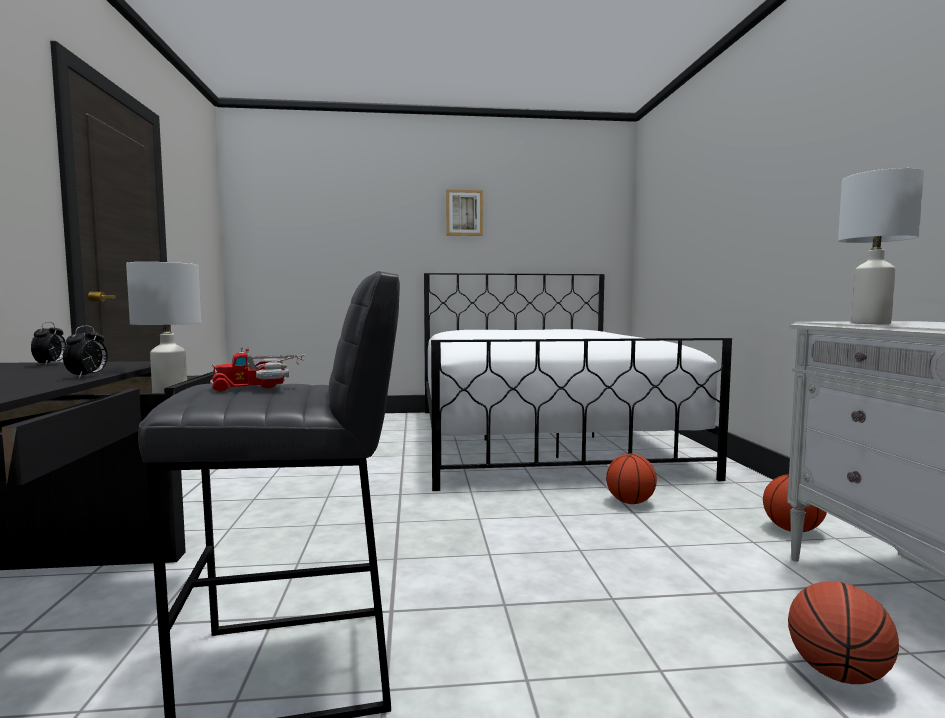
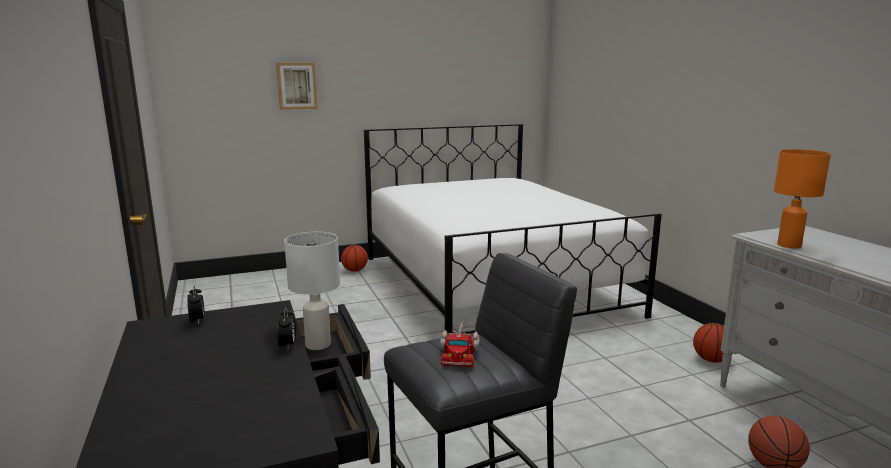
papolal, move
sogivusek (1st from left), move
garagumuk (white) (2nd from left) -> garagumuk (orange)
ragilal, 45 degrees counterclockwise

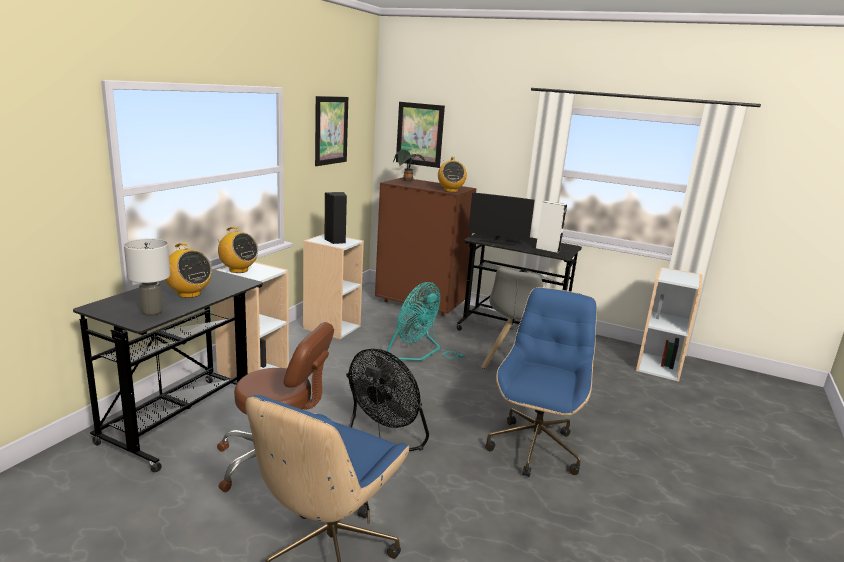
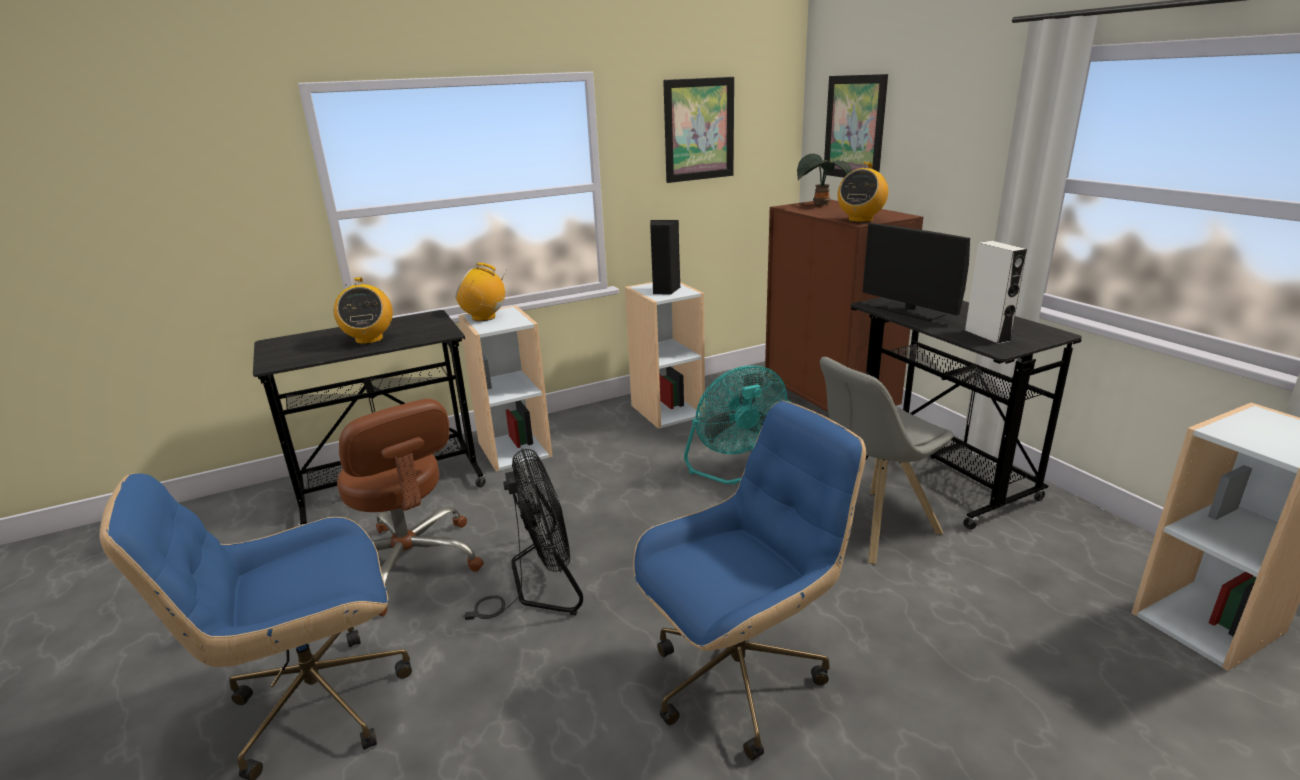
garagumuk (white) -> none
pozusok (2nd from left), 120 degrees clockwise

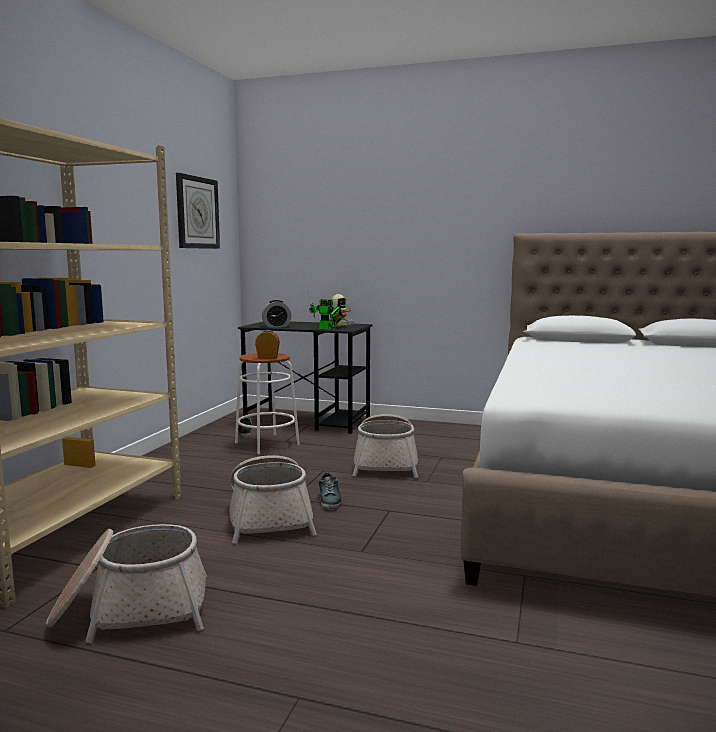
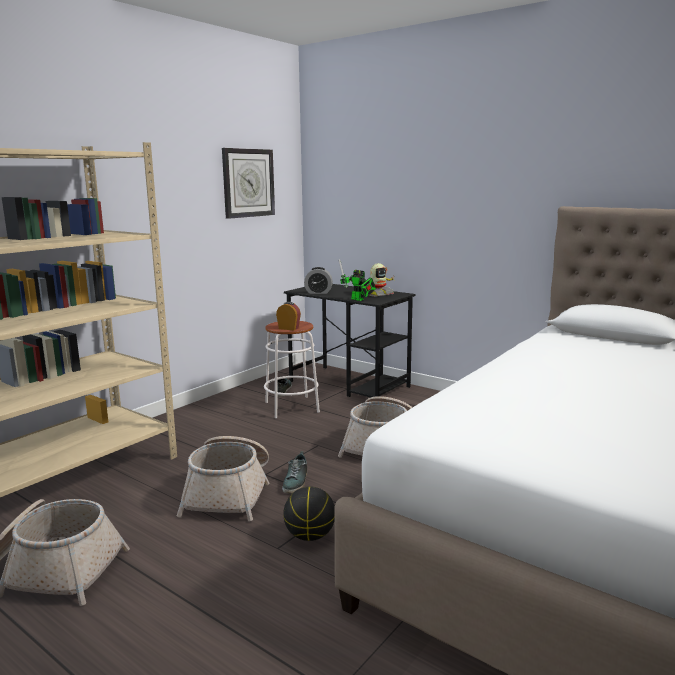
none -> sogivusek

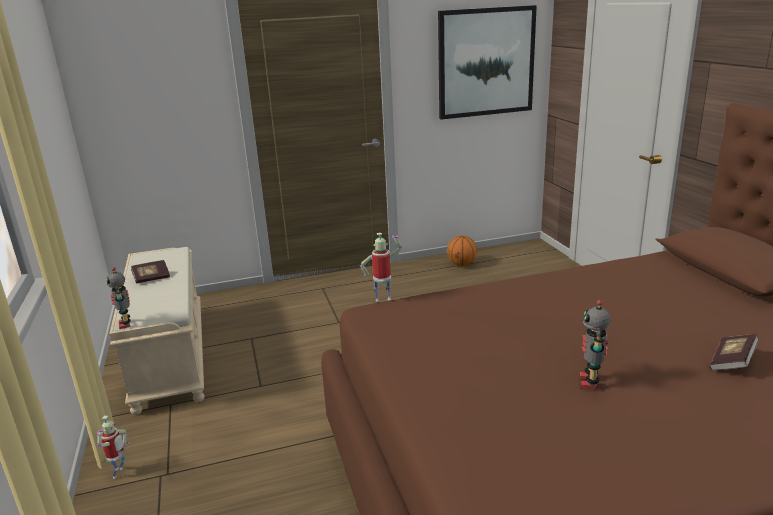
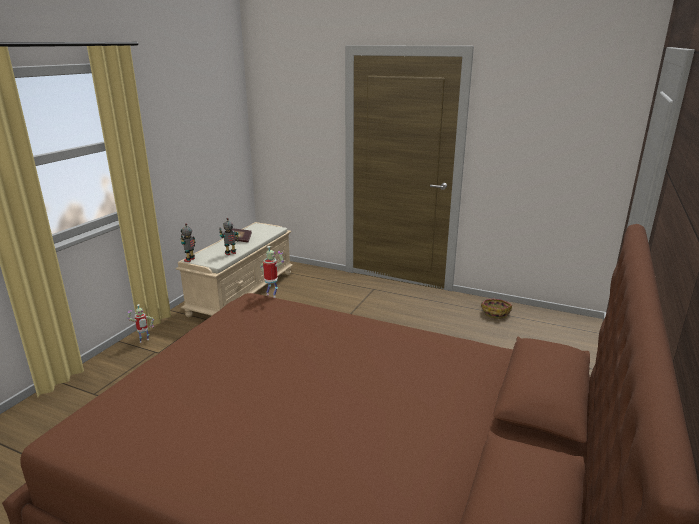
papolal -> none
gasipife (2nd from left) -> none
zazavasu (4th from left in the first image) -> zazavasu (3rd from left), move
sogivusek -> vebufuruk

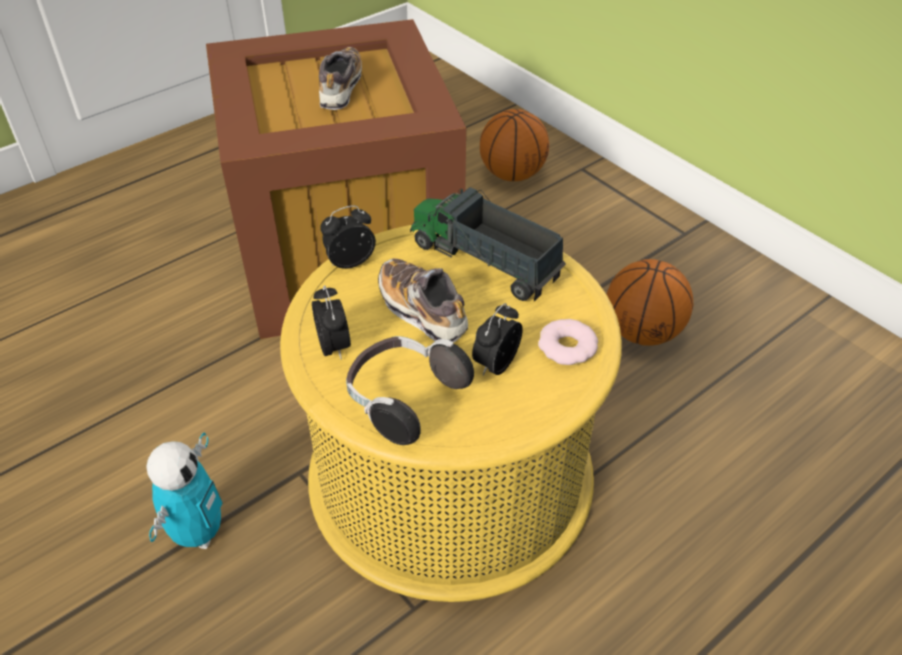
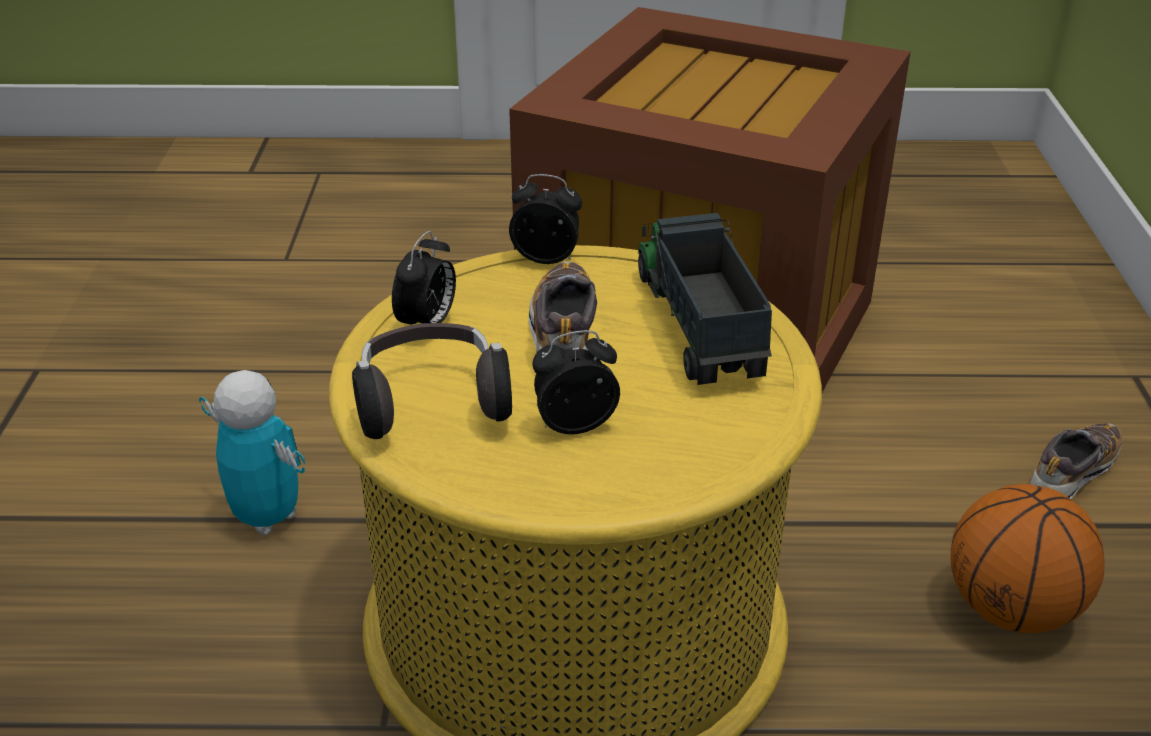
sogivusek (1st from left) -> none
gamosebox -> none
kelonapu (1st from left in the first image) -> kelonapu (2nd from left), move
zazavasu, 105 degrees counterclockwise

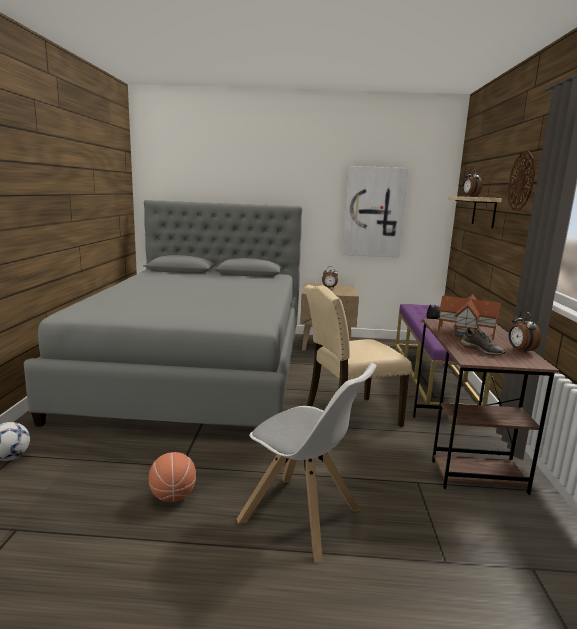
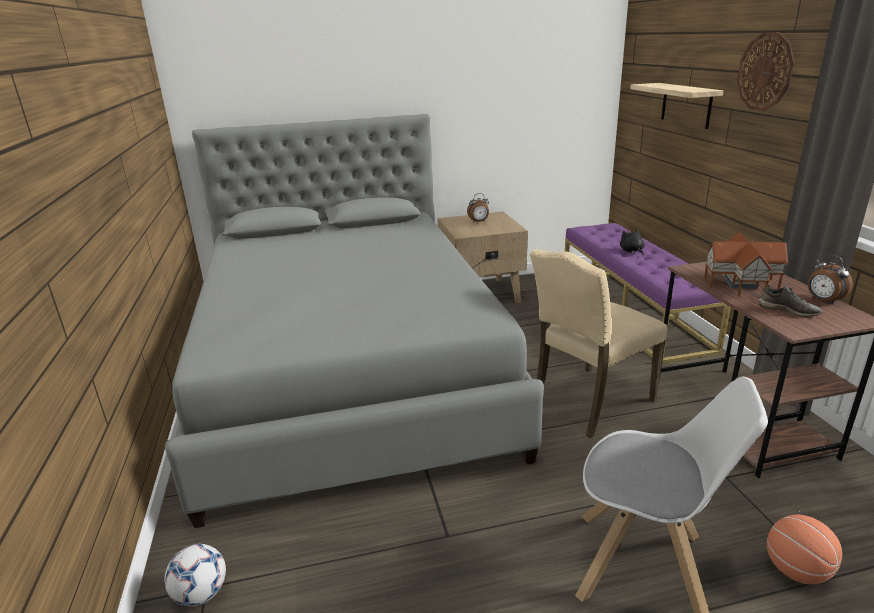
papolal -> none
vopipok (2nd from left) -> none
sogivusek, move

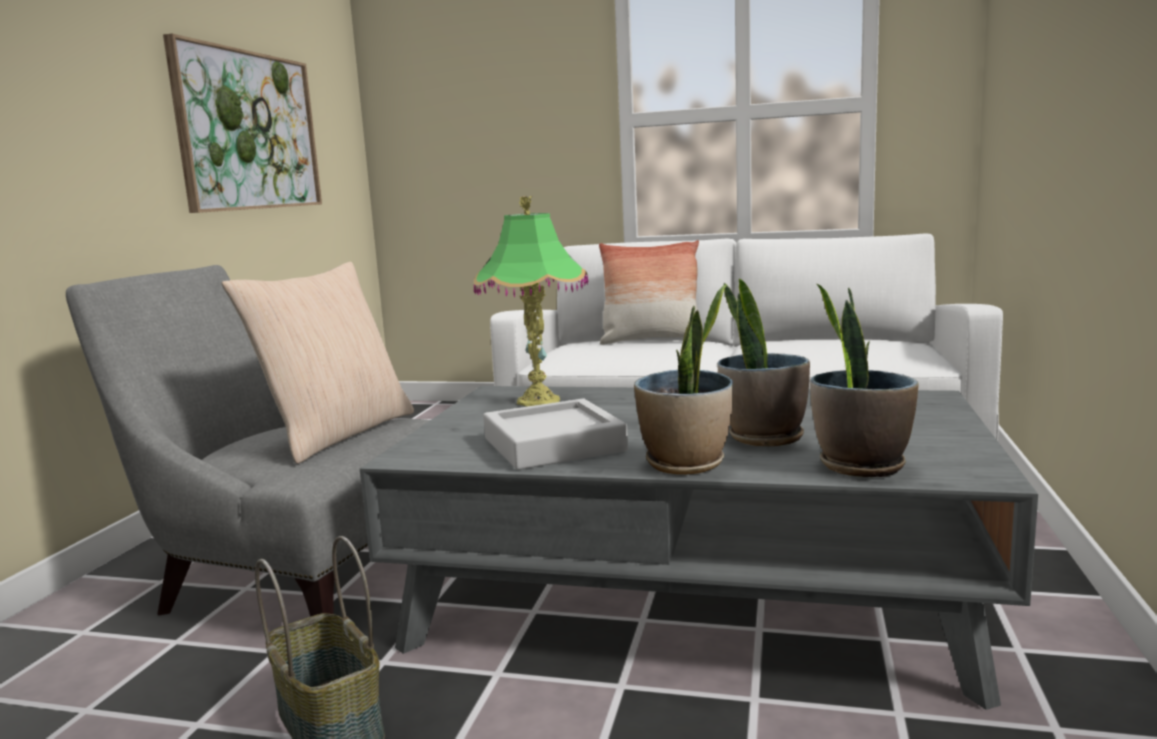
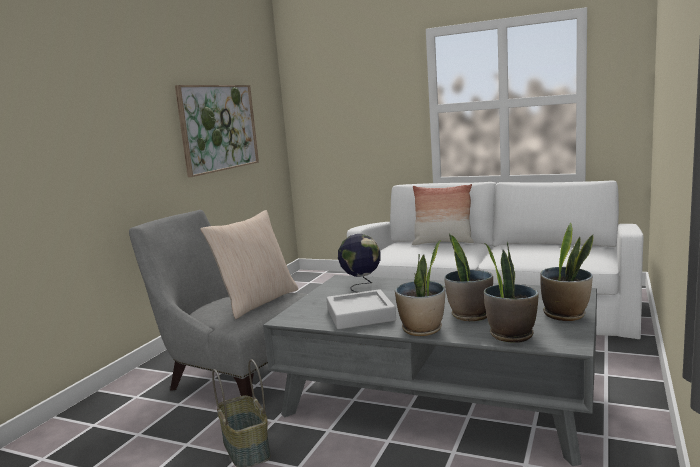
none -> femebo (4th from left)
garagumuk -> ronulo

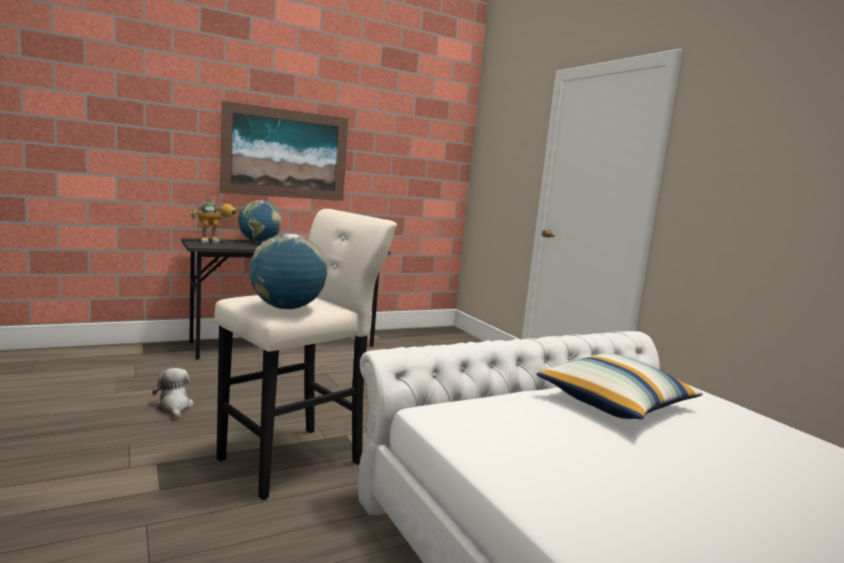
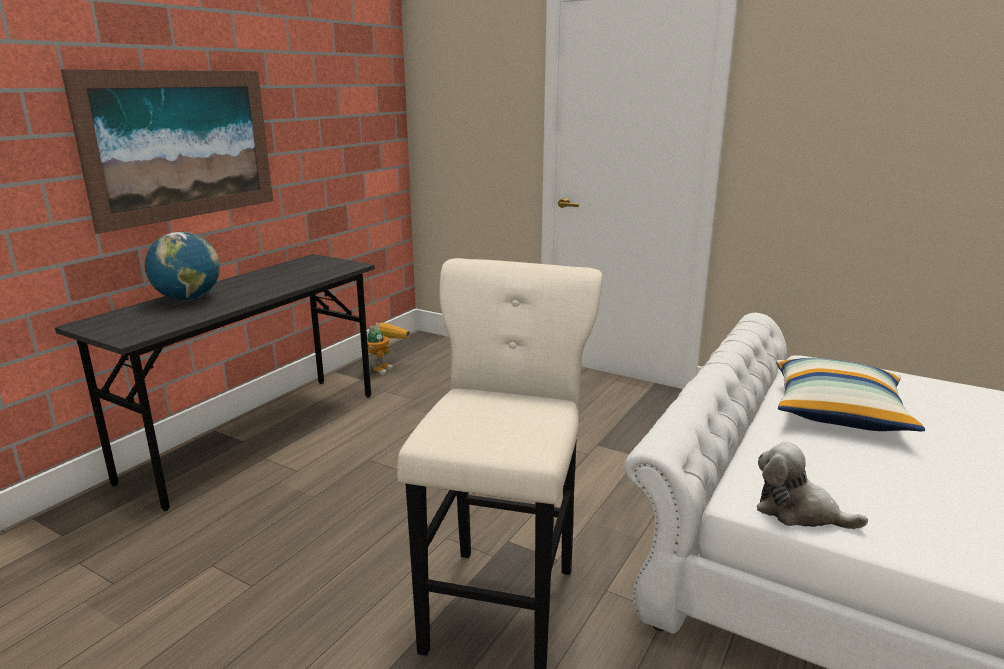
ronulo (2nd from left) -> none
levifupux, move
zazavasu, move

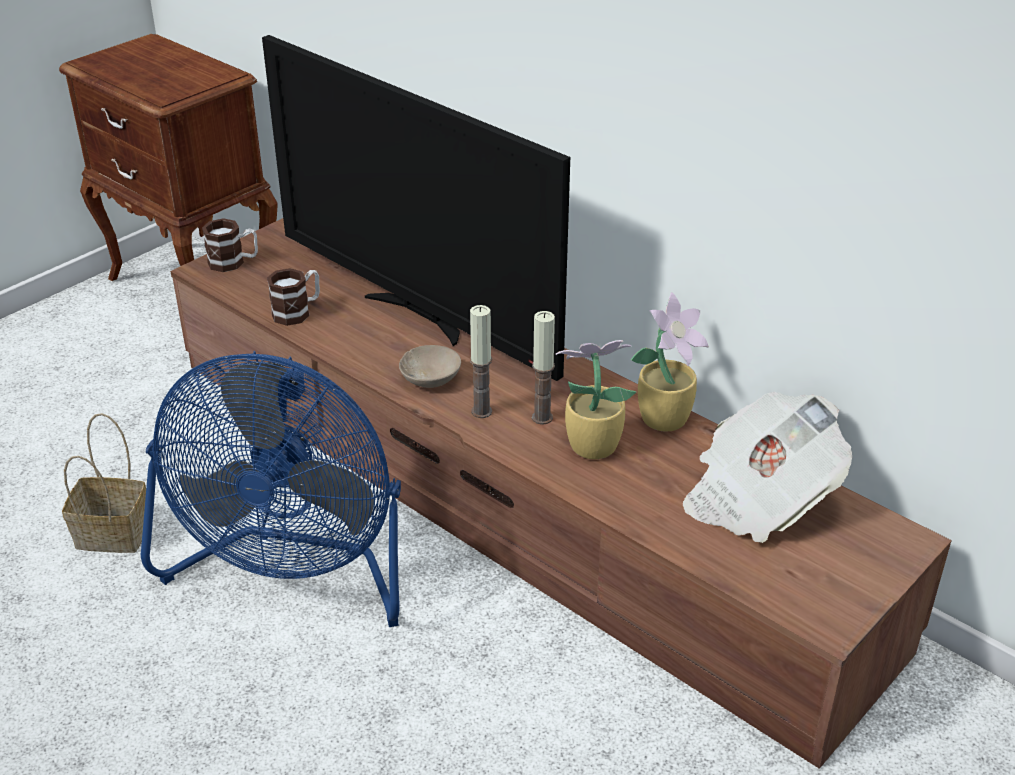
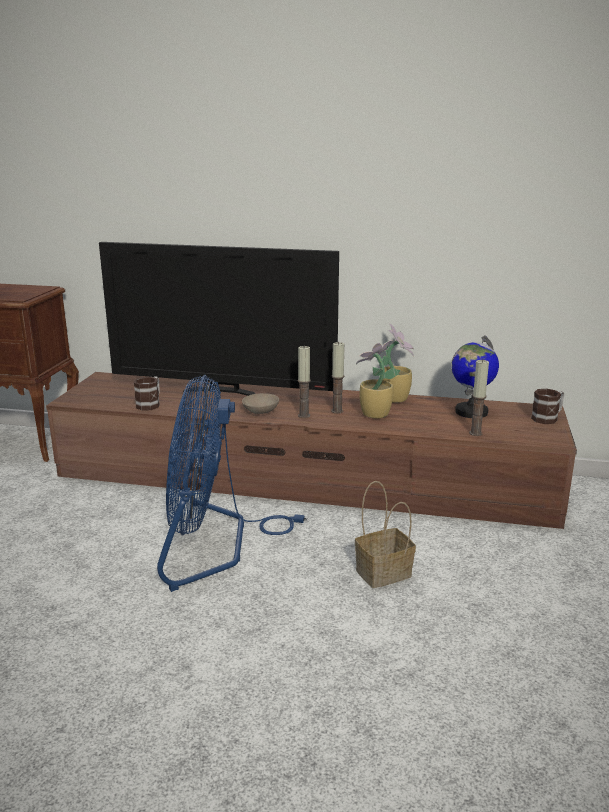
none -> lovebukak (3rd from left)
vebufuruk, move
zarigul (1st from left in the first image) -> zarigul (2nd from left), move
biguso -> ronulo
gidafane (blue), 105 degrees clockwise

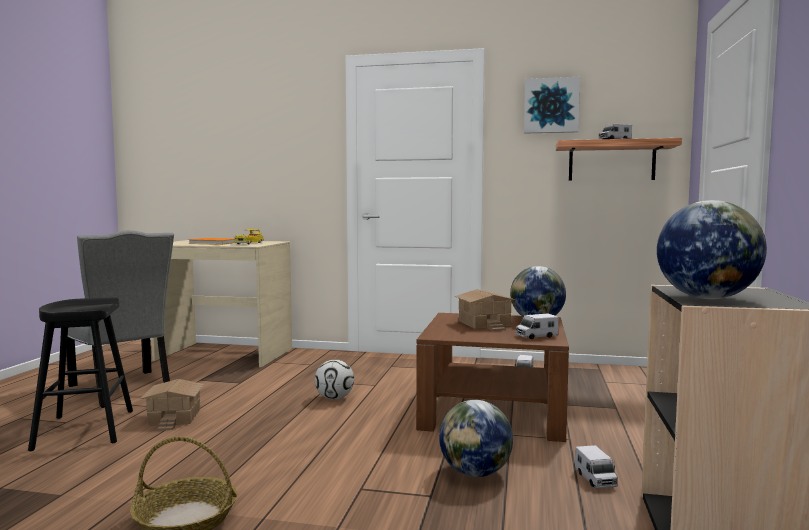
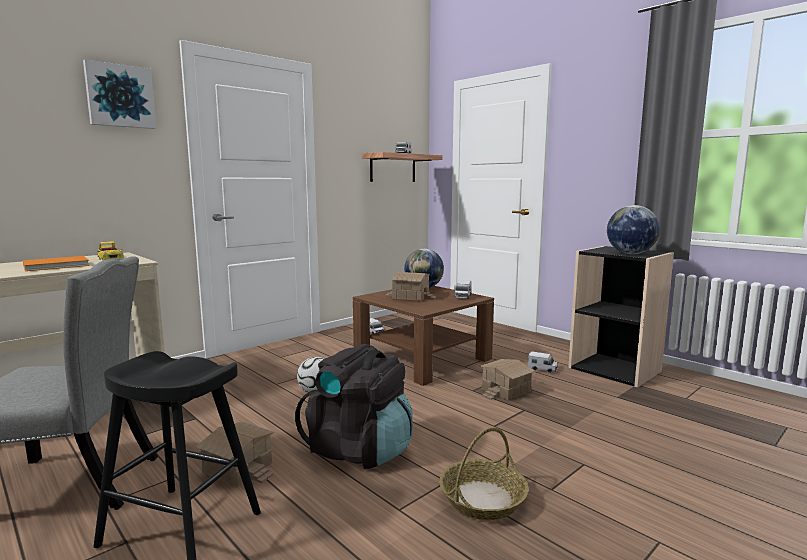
none -> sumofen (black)
papolal, move
ronulo (1st from left) -> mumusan (3rd from left)

